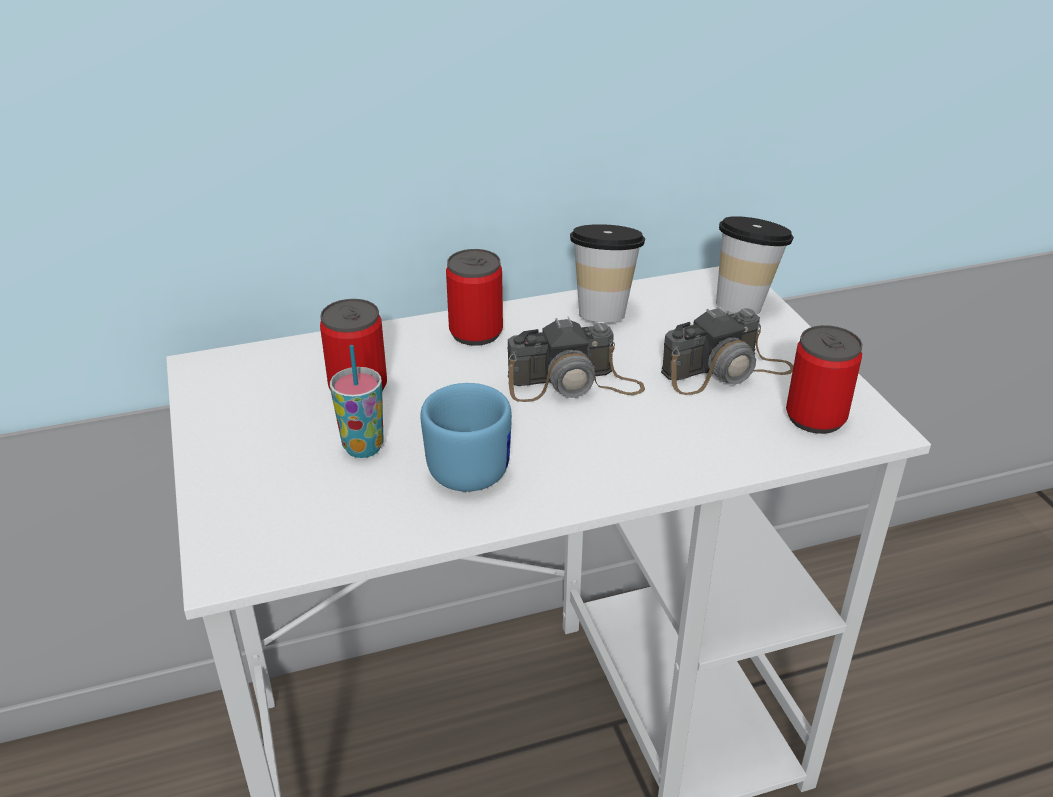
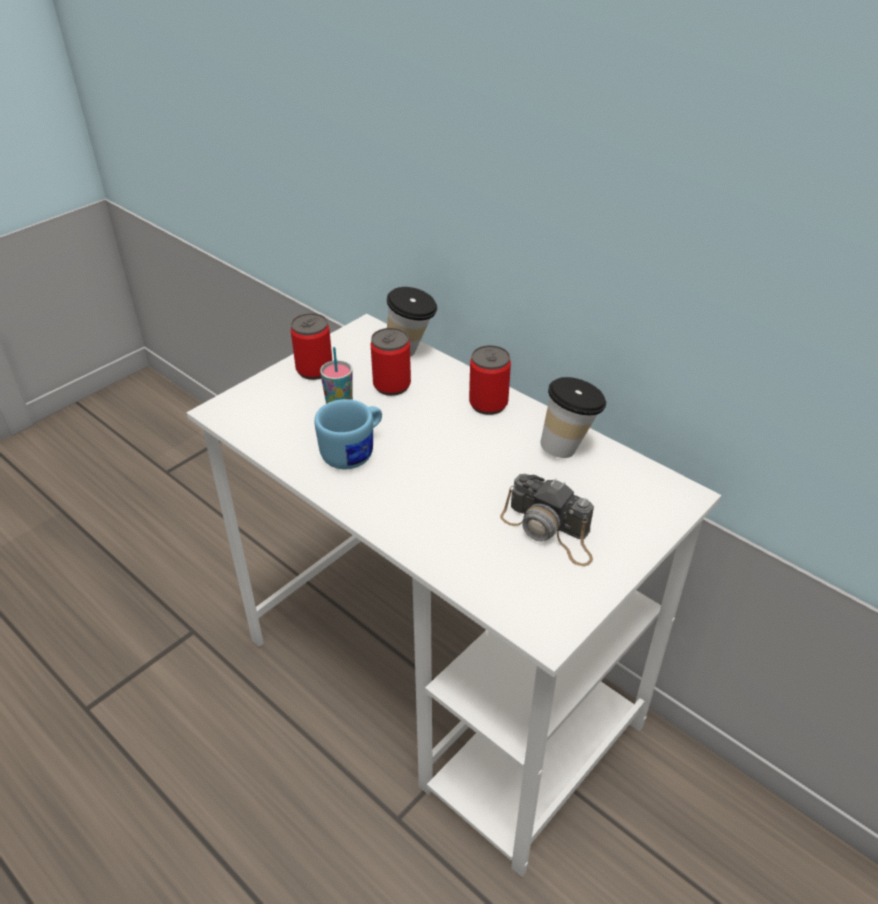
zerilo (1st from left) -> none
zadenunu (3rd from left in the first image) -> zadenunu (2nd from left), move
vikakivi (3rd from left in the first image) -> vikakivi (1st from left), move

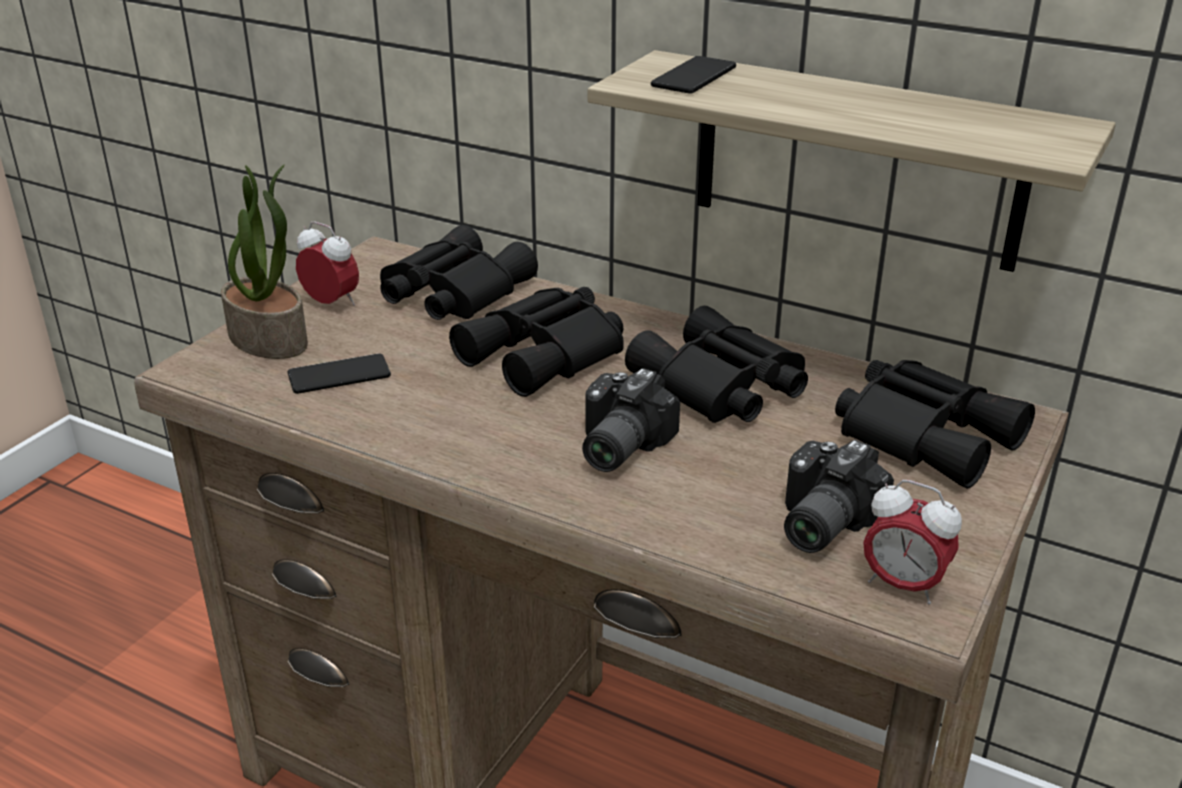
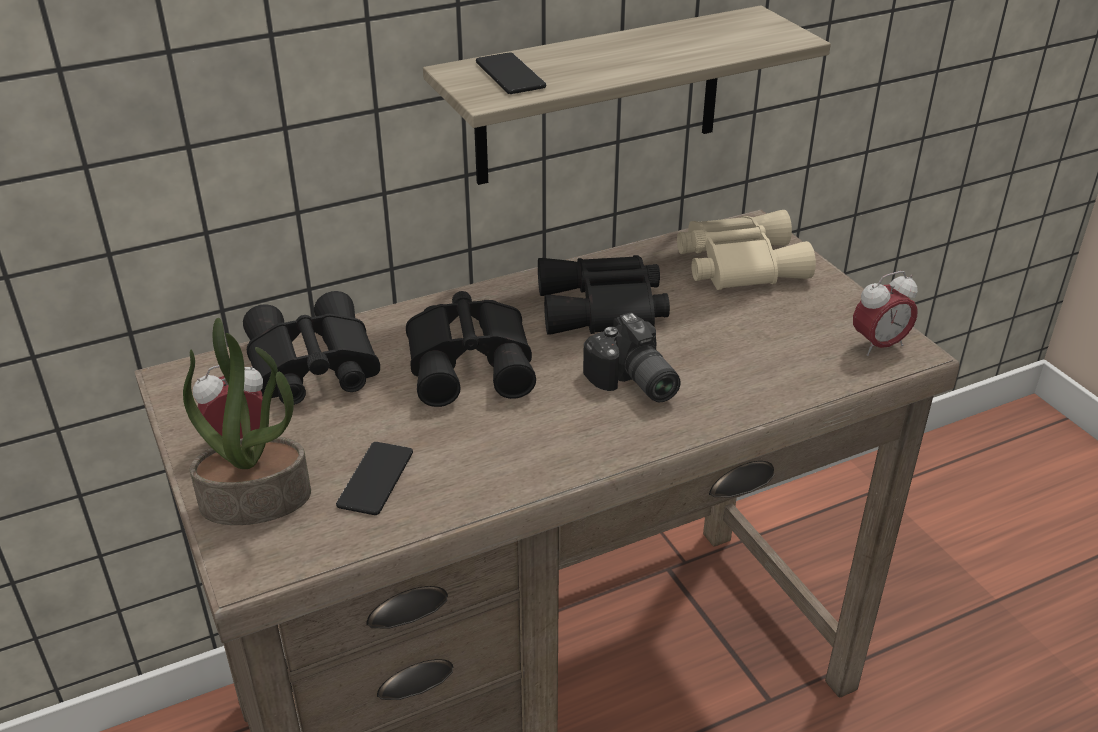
zerilo (2nd from left) -> none
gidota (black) (4th from left) -> gidota (beige)

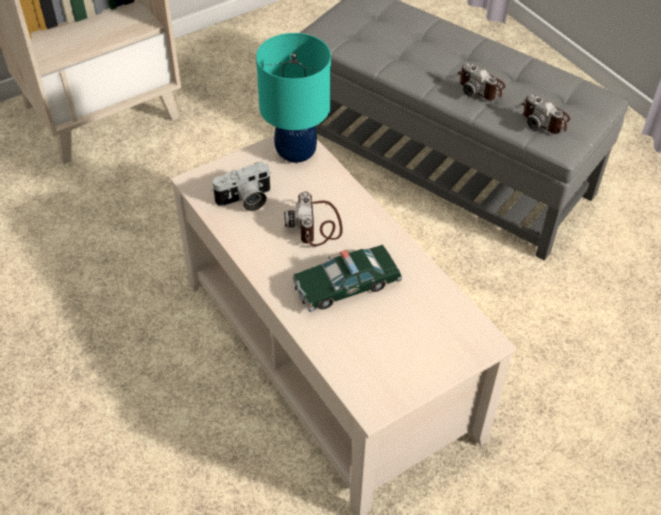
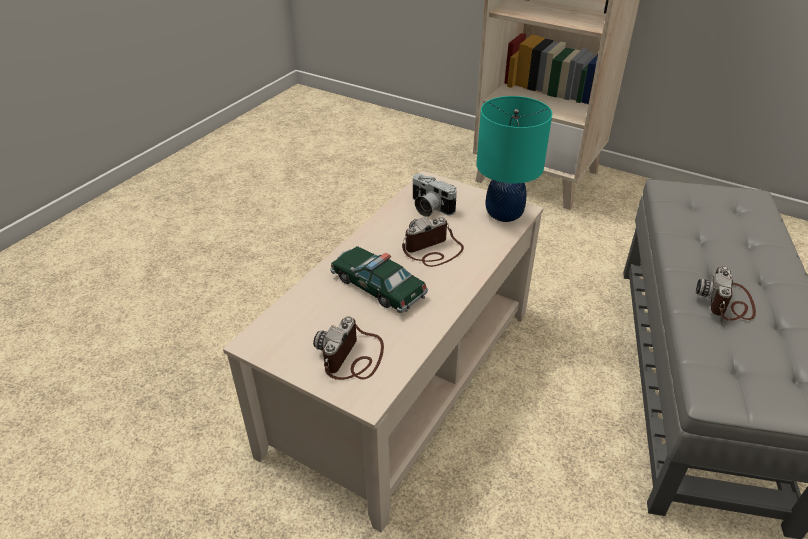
zerilo (4th from left in the first image) -> zerilo (1st from left), move

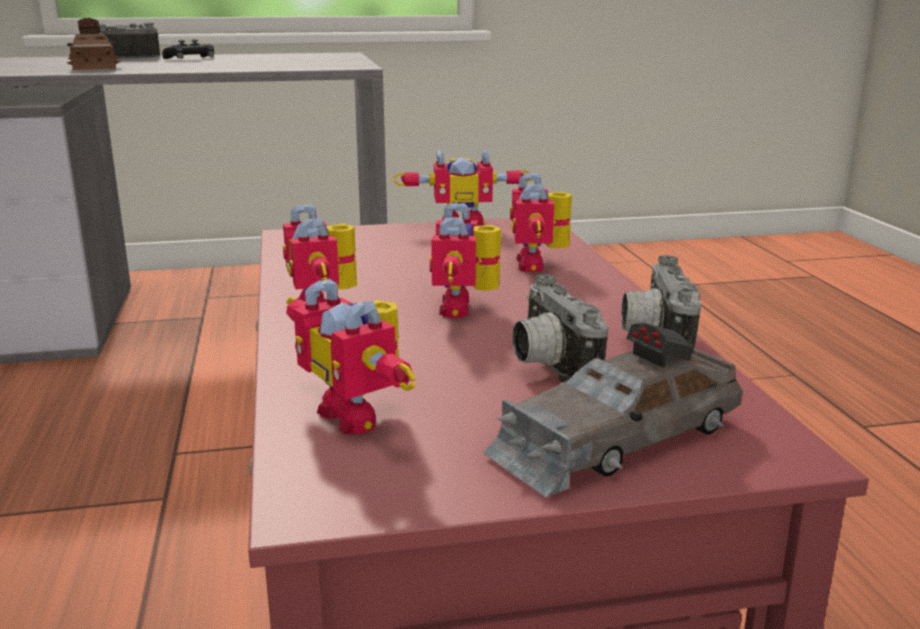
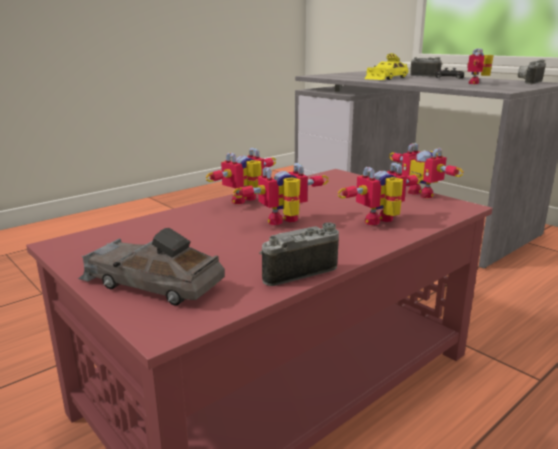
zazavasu (2nd from left in the first image) -> zazavasu (5th from left), move
zerilo (2nd from left in the first image) -> zerilo (3rd from left), move
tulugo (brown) -> tulugo (yellow)

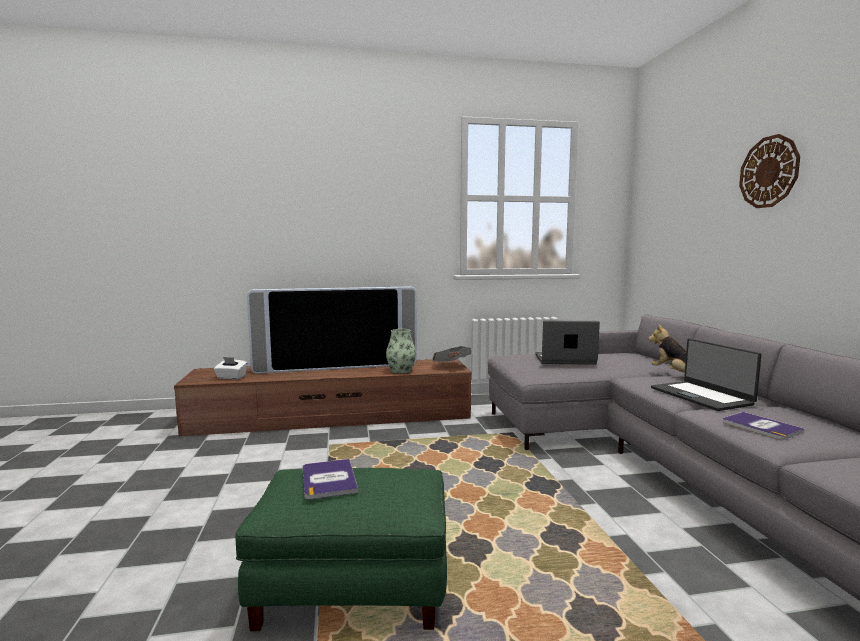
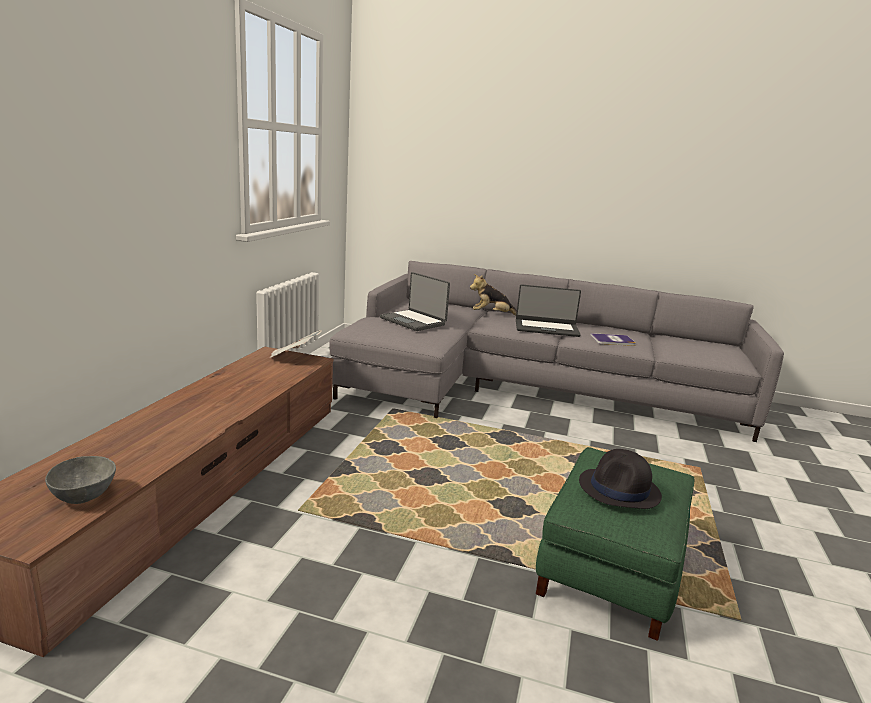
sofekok -> none
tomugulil -> none
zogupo -> none
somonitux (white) -> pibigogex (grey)
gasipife (1st from left) -> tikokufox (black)
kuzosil (1st from left), 75 degrees counterclockwise

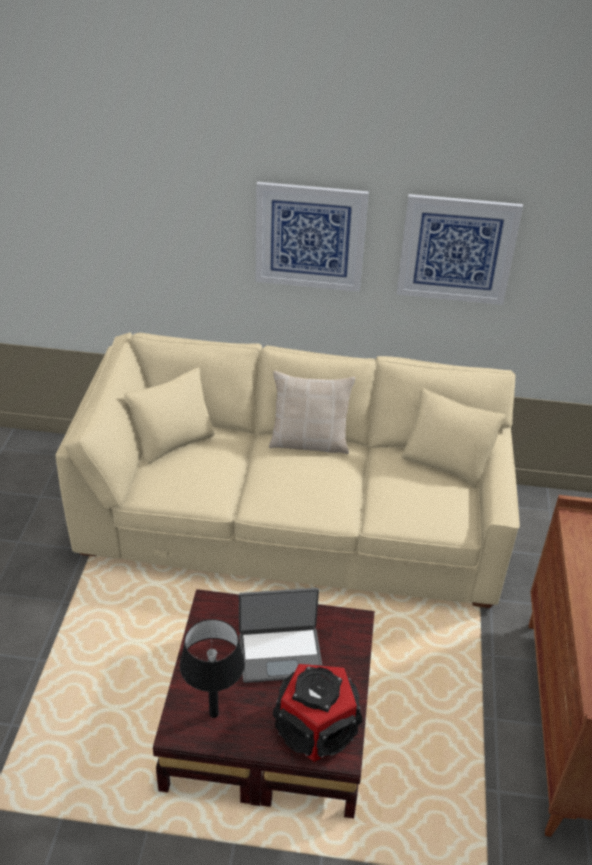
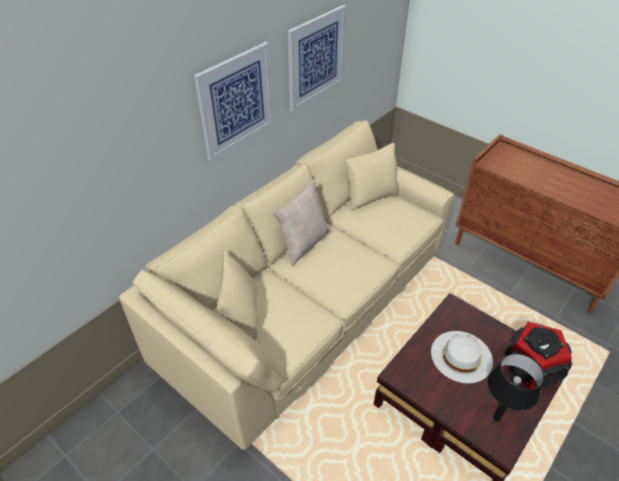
kuzosil -> tikokufox (white)

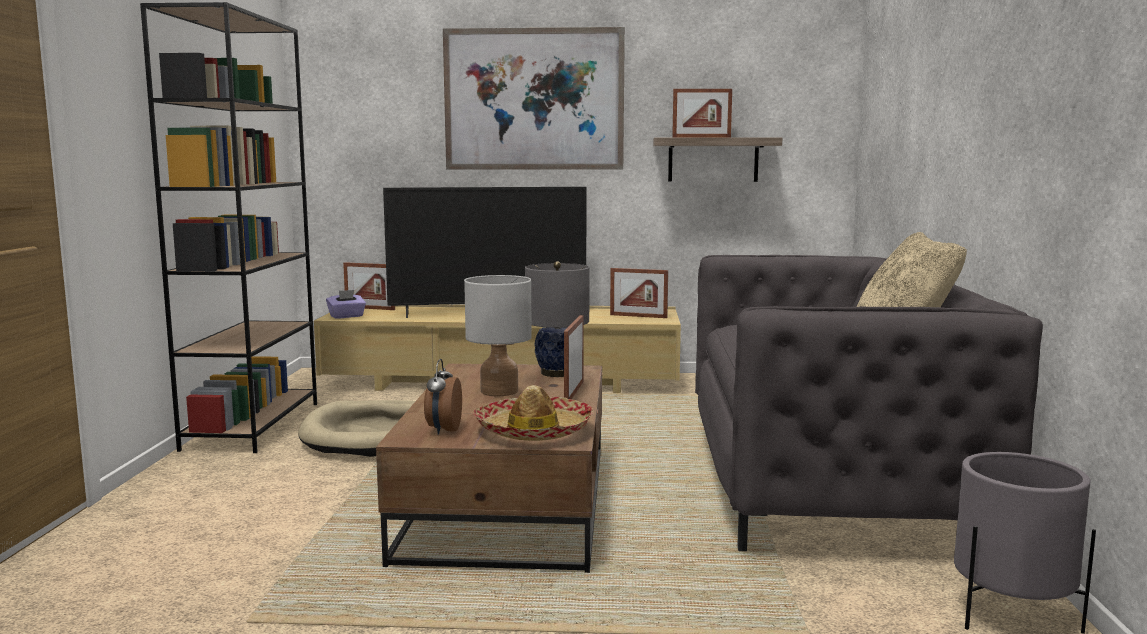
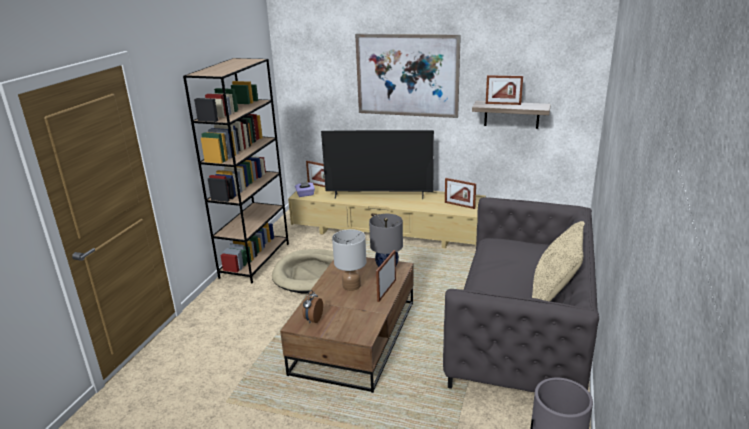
tikokufox -> none

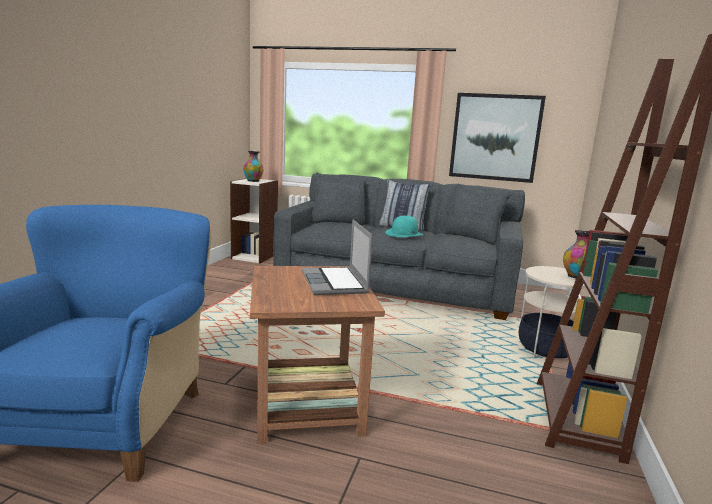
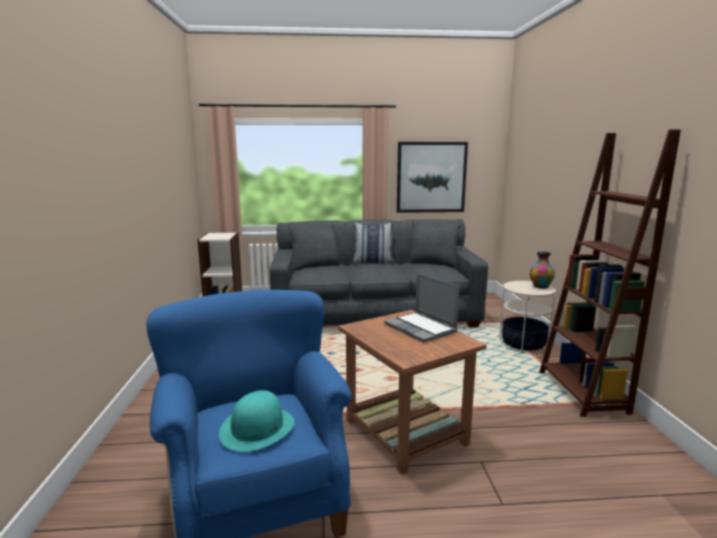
tomugulil (1st from left) -> none
tikokufox (turquoise), move

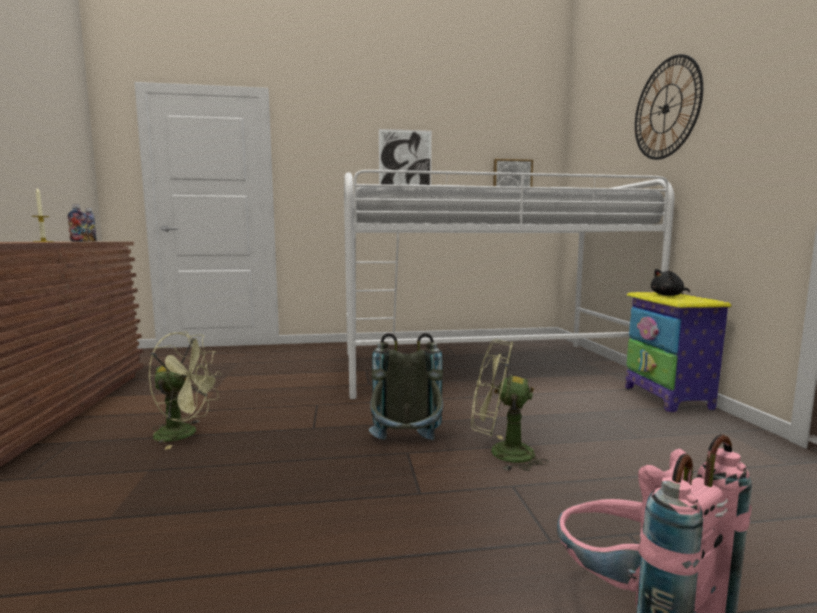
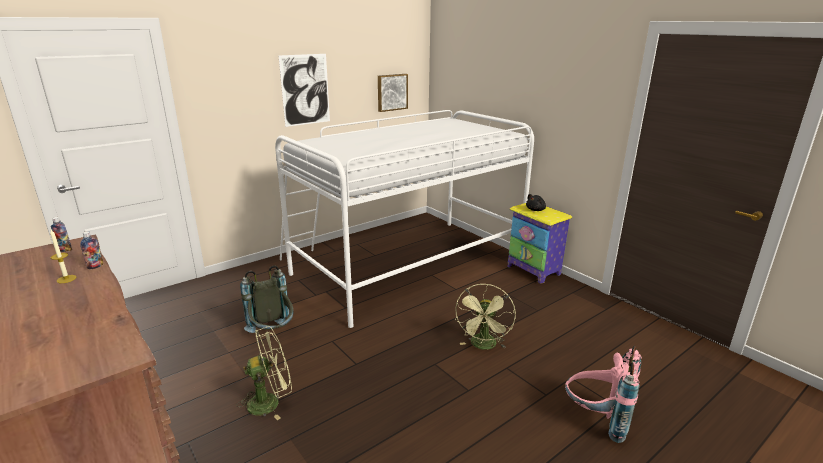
zogupo -> none
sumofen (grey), move
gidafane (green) (2nd from left), 60 degrees counterclockwise

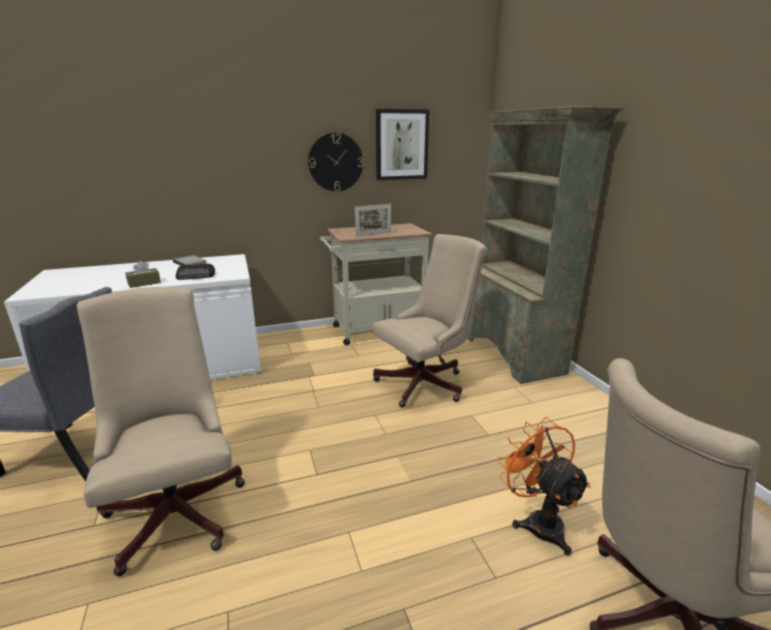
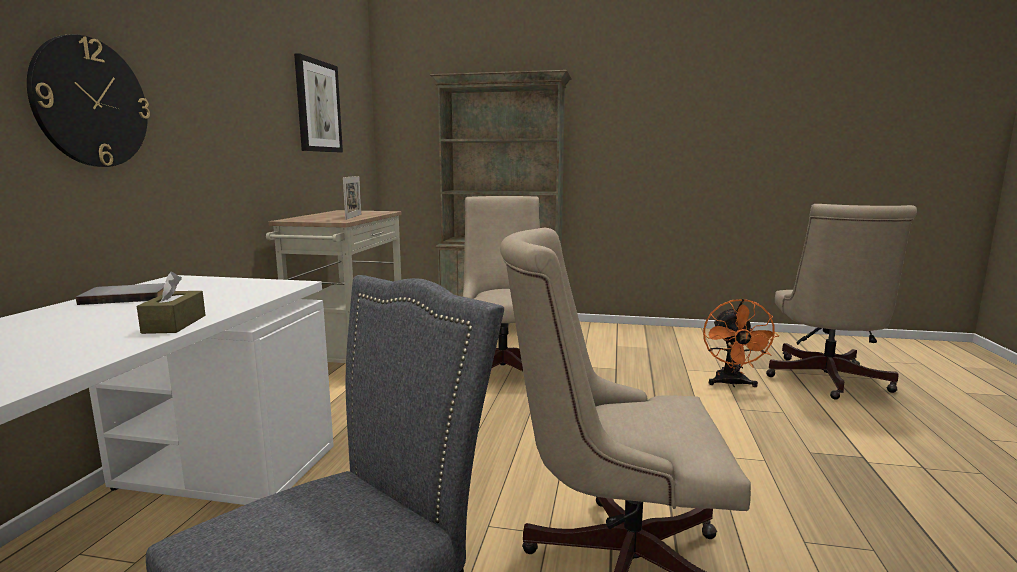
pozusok -> none
zogupo, move
gidafane (orange), 90 degrees counterclockwise

